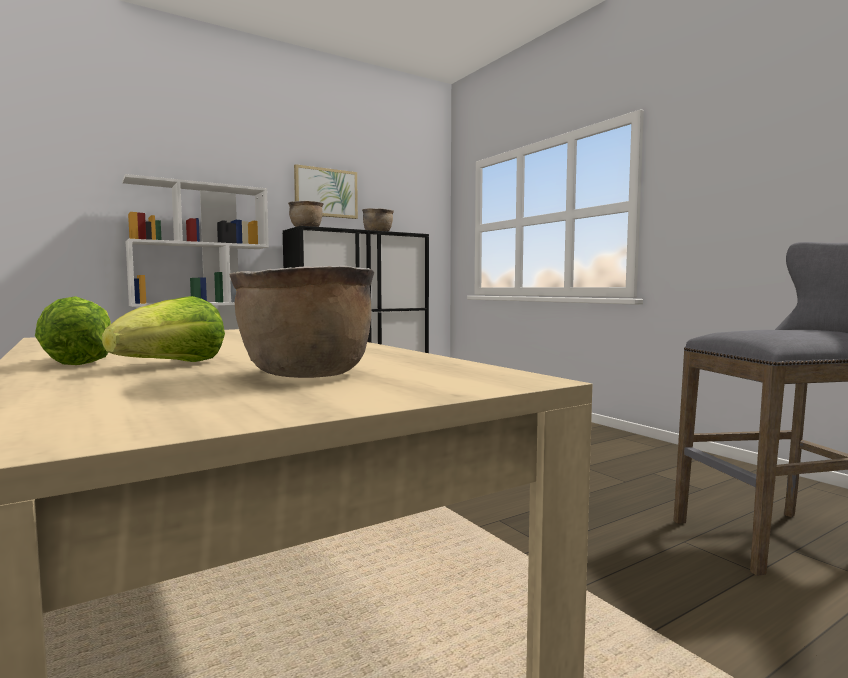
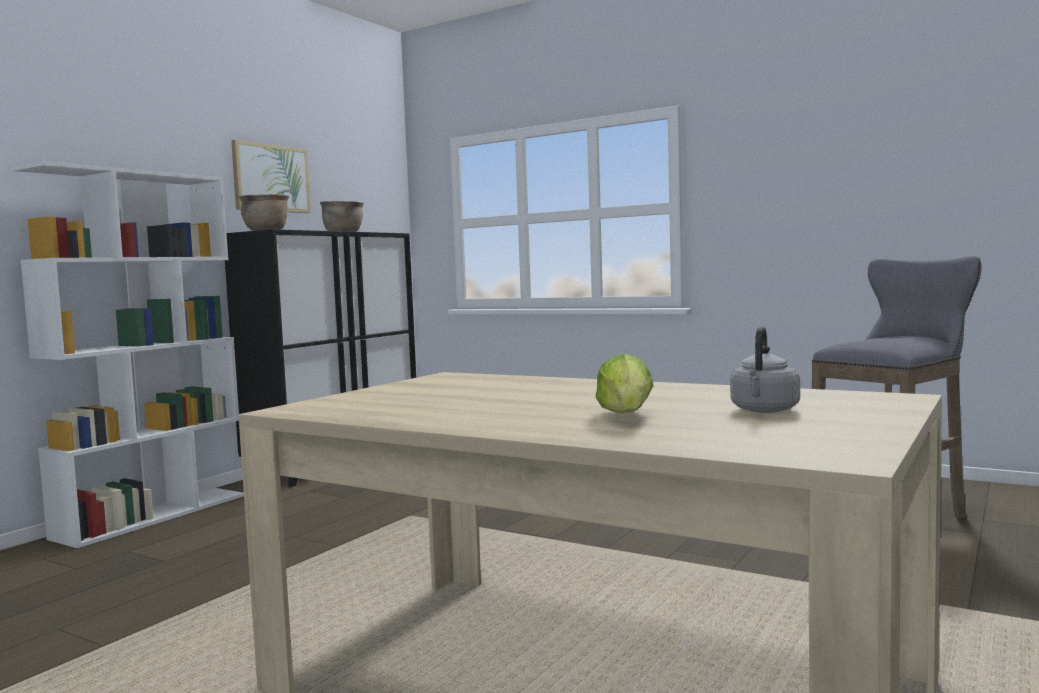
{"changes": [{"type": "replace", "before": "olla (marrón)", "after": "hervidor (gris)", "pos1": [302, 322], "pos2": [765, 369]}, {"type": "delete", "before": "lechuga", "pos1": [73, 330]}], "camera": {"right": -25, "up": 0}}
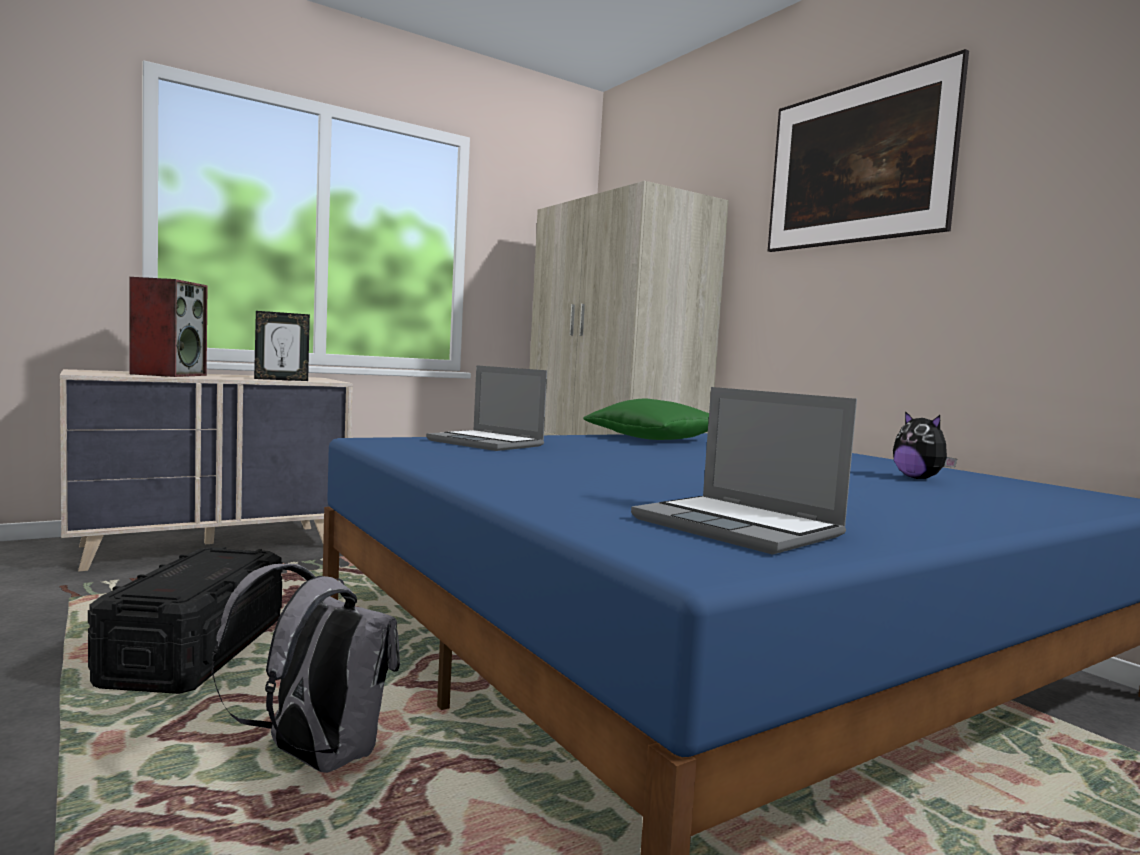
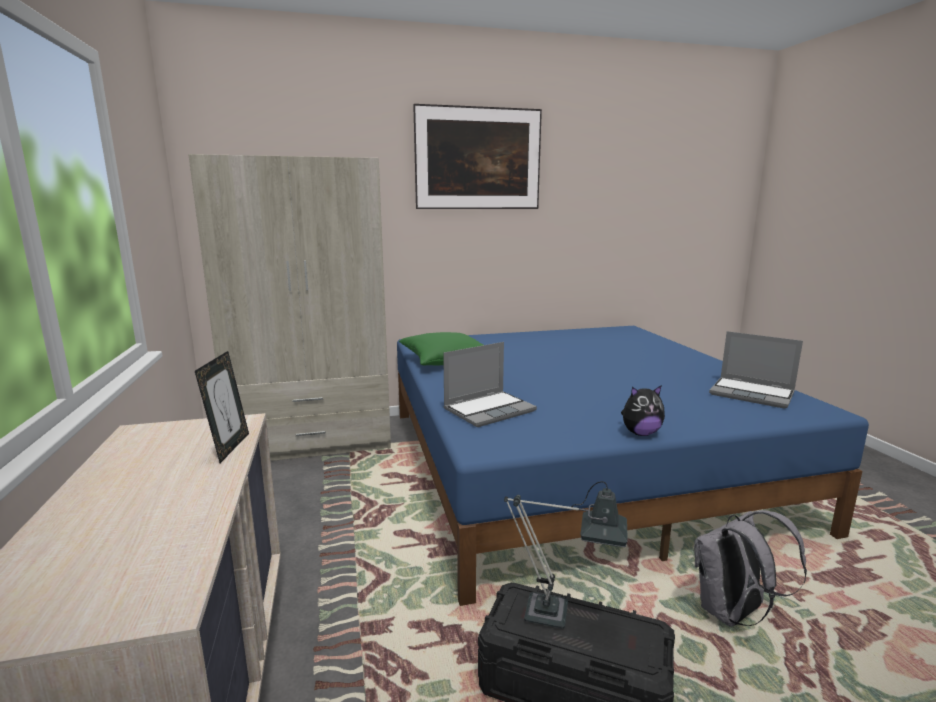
{"changes": [{"type": "insert", "after": "lámpara de mesa", "pos2": [566, 555]}, {"type": "move", "before": "peluche", "pos1": [925, 445], "pos2": [643, 410]}, {"type": "rotate", "before": "portátil", "pos1": [744, 471], "pos2": [756, 370], "turn": 60}, {"type": "delete", "before": "altavoz", "pos1": [168, 327]}], "camera": {"right": -70, "up": 10}}
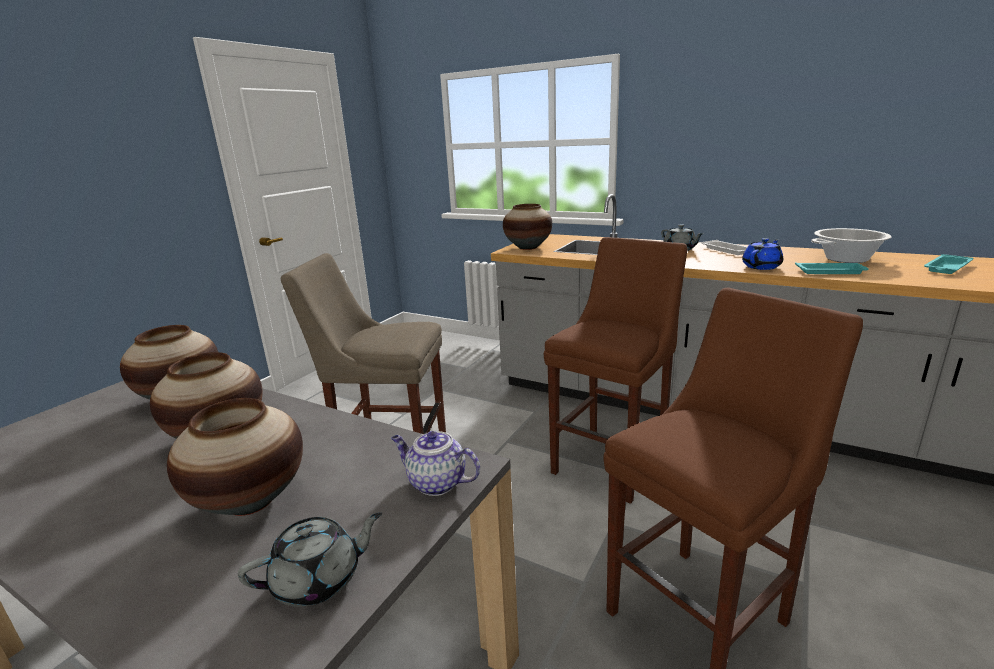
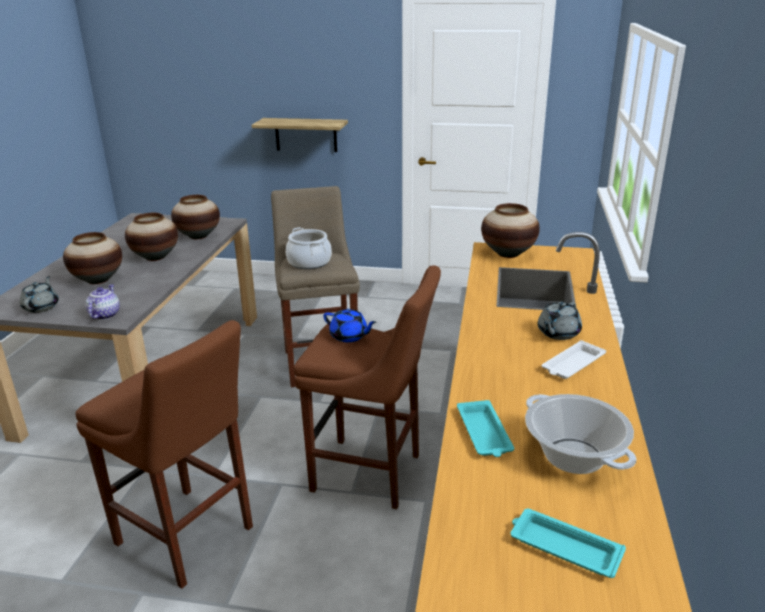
{"changes": [{"type": "rotate", "before": "tetera (gris)", "pos1": [310, 559], "pos2": [39, 294], "turn": -135}, {"type": "insert", "after": "estante", "pos2": [300, 135]}, {"type": "insert", "after": "olla", "pos2": [309, 248]}, {"type": "move", "before": "tetera (azul)", "pos1": [762, 254], "pos2": [350, 325]}], "camera": {"right": 70, "up": 5}}
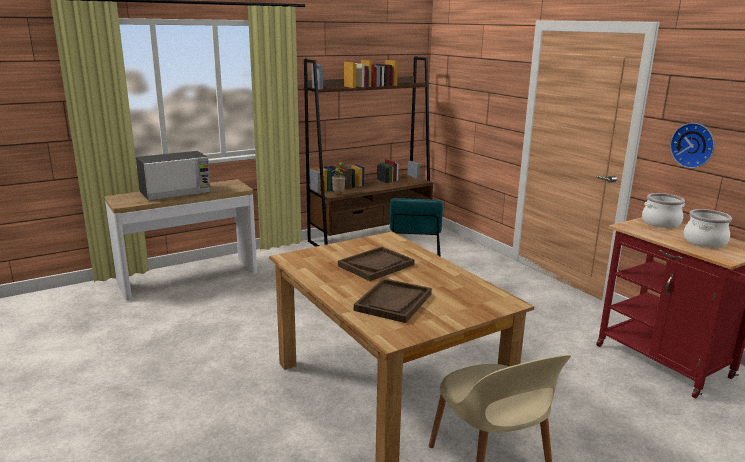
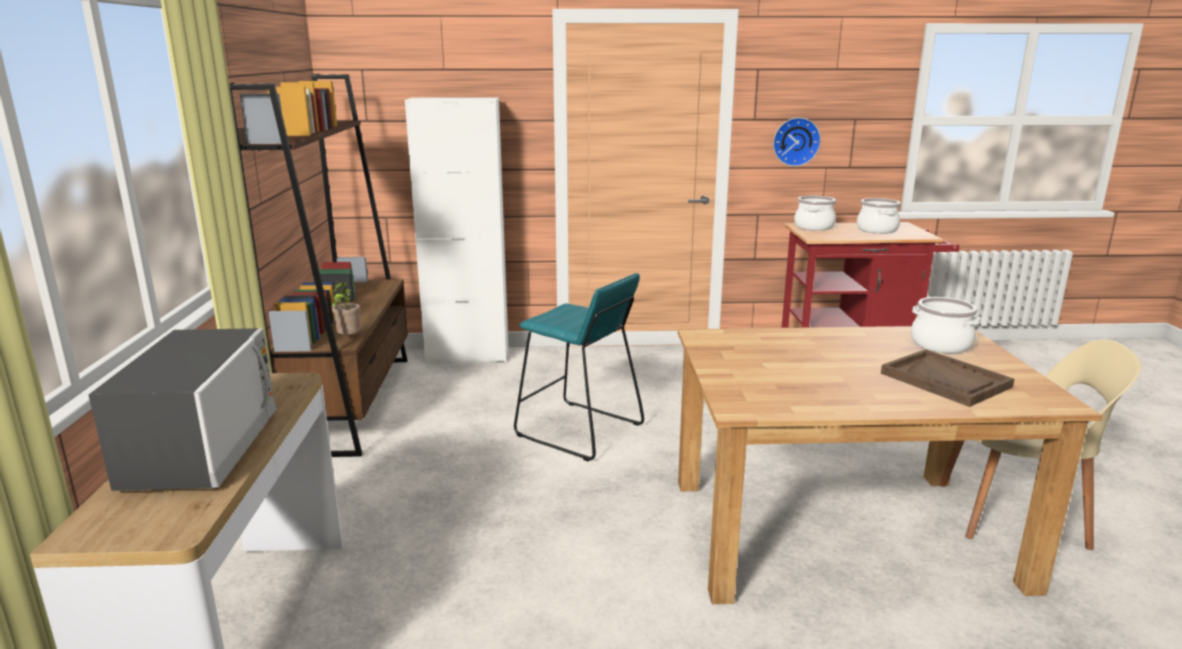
{"changes": [{"type": "insert", "after": "armario (blanco)", "pos2": [456, 230]}, {"type": "insert", "after": "olla", "pos2": [945, 325]}, {"type": "delete", "before": "bandeja (marrón)", "pos1": [376, 264]}], "camera": {"right": -60, "up": 0}}
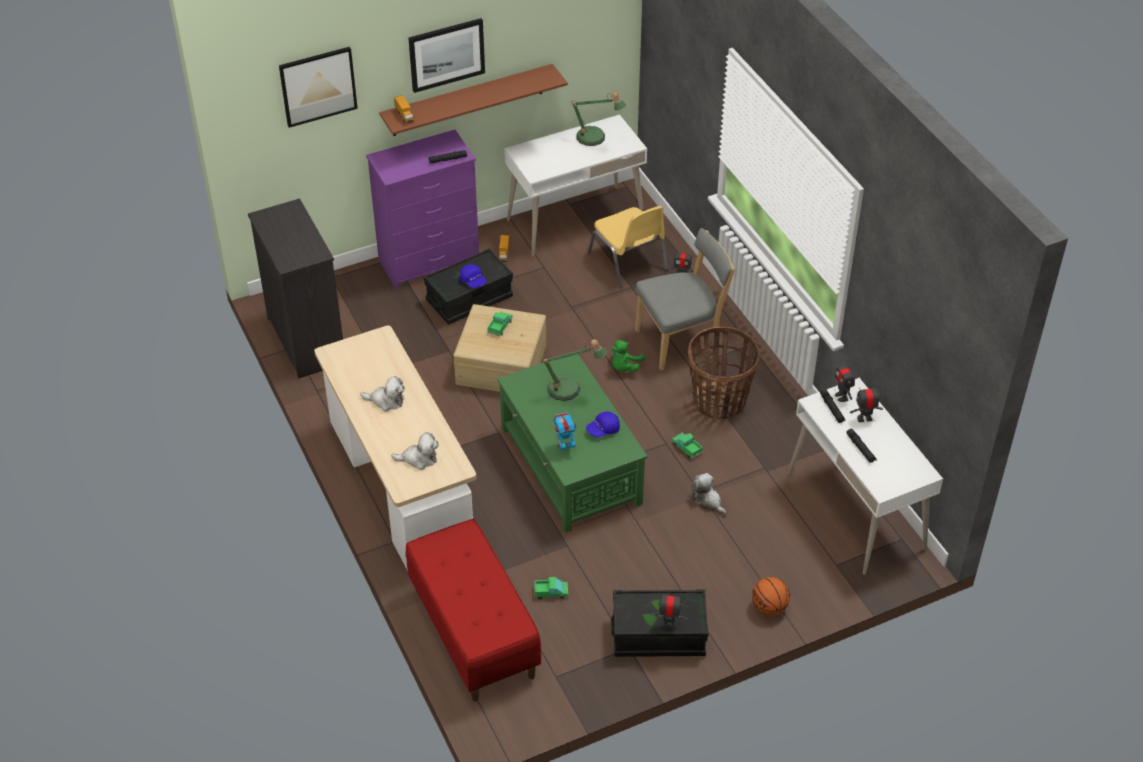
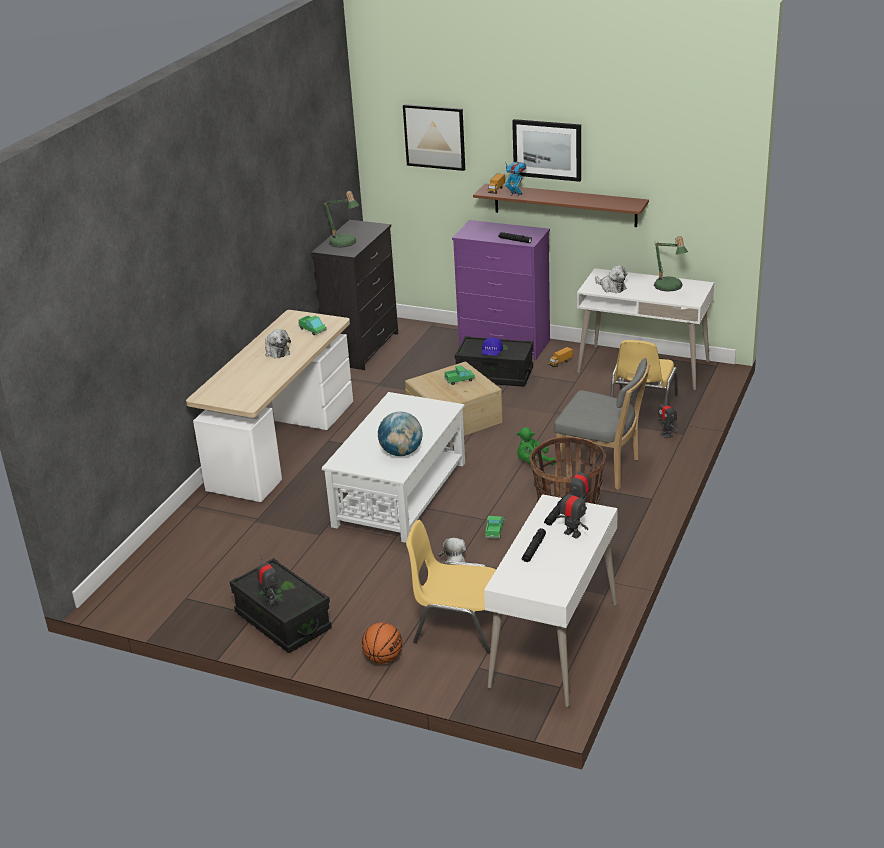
{"changes": [{"type": "move", "before": "camión de juguete", "pos1": [551, 588], "pos2": [313, 325]}, {"type": "recolor", "before": "mesa de centro (verde)", "after": "mesa de centro (blanco)", "pos1": [572, 443], "pos2": [393, 467]}, {"type": "move", "before": "lámpara de mesa", "pos1": [574, 370], "pos2": [341, 219]}, {"type": "replace", "before": "gorra (azul)", "after": "globo terráqueo", "pos1": [603, 424], "pos2": [400, 434]}, {"type": "insert", "after": "silla (amarillo)", "pos2": [451, 587]}, {"type": "move", "before": "robot de juguete", "pos1": [565, 432], "pos2": [515, 179]}, {"type": "move", "before": "peluche", "pos1": [415, 451], "pos2": [611, 279]}, {"type": "delete", "before": "banco (rojo)", "pos1": [473, 610]}], "camera": {"right": 50, "up": -15}}
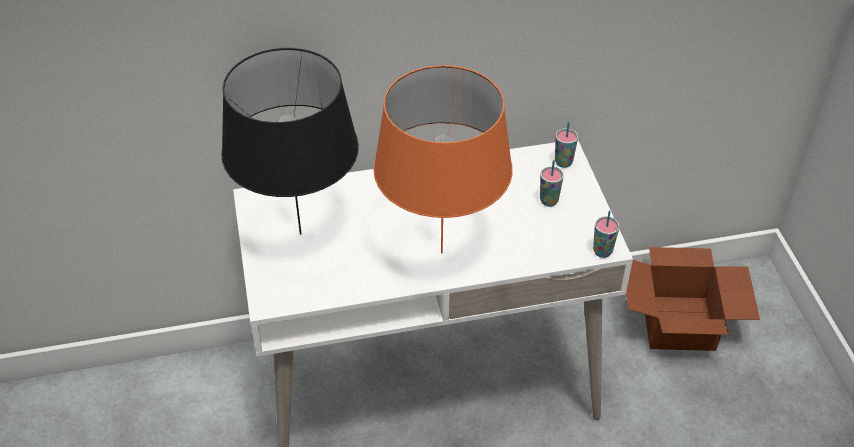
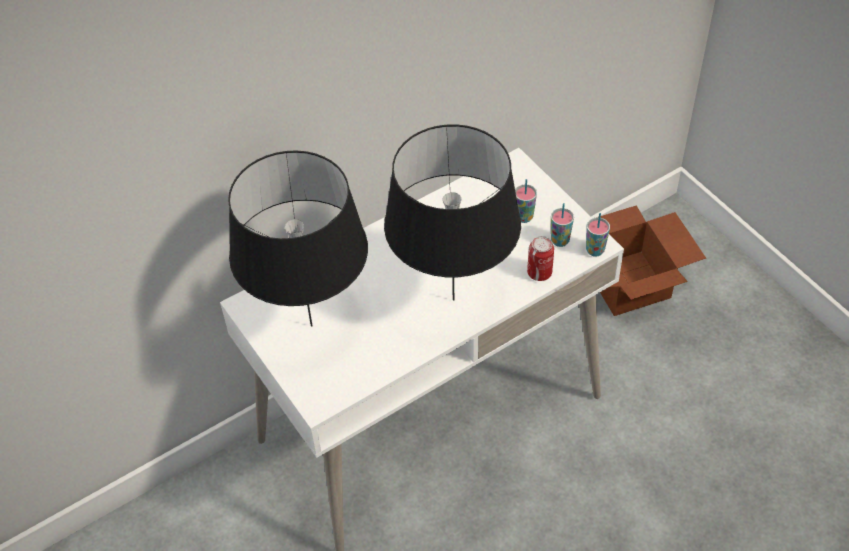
{"changes": [{"type": "recolor", "before": "lámpara de mesa (naranja)", "after": "lámpara de mesa (negro)", "pos1": [443, 159], "pos2": [452, 212]}, {"type": "insert", "after": "lata", "pos2": [540, 258]}, {"type": "move", "before": "taza", "pos1": [566, 144], "pos2": [562, 225]}], "camera": {"right": -20, "up": 5}}
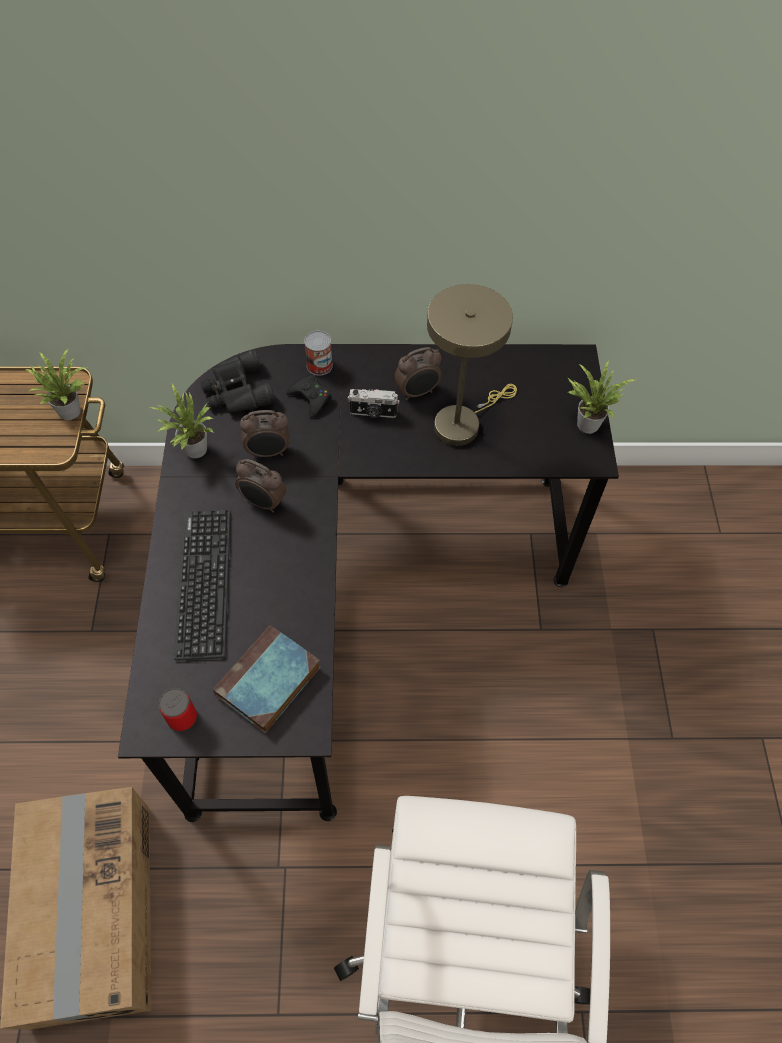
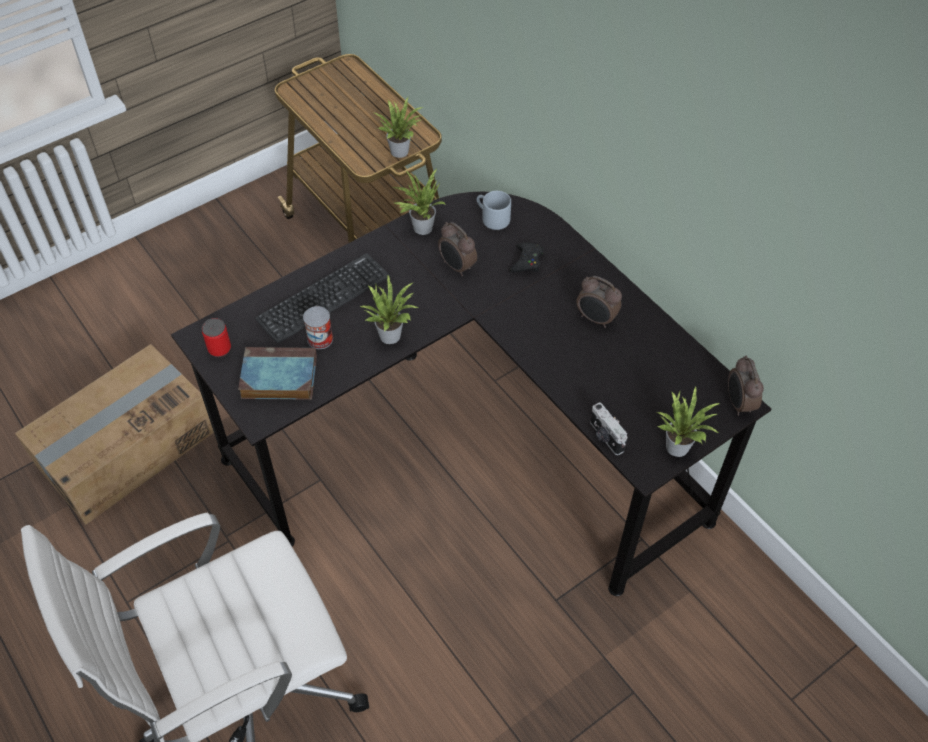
{"changes": [{"type": "move", "before": "lata", "pos1": [318, 353], "pos2": [318, 327]}, {"type": "insert", "after": "planta en maceta", "pos2": [389, 310]}, {"type": "replace", "before": "prismáticos (negro)", "after": "taza grande (gris)", "pos1": [238, 381], "pos2": [494, 210]}, {"type": "move", "before": "cámara", "pos1": [373, 403], "pos2": [608, 428]}, {"type": "move", "before": "despertador", "pos1": [260, 486], "pos2": [746, 386]}, {"type": "delete", "before": "lámpara de mesa (beis)", "pos1": [472, 365]}], "camera": {"right": 55, "up": -5}}
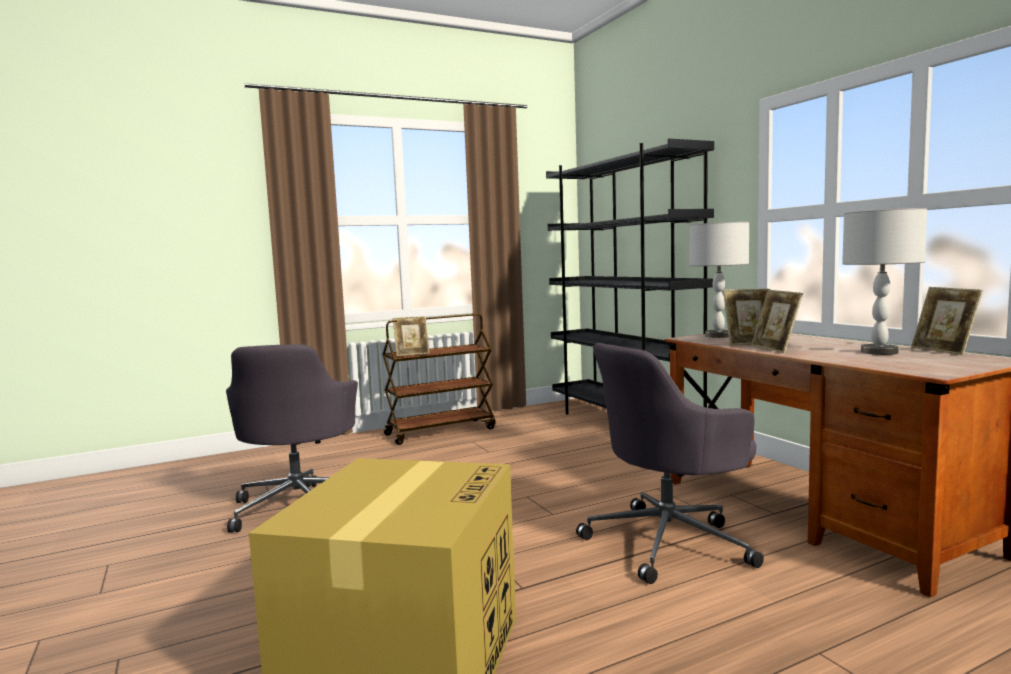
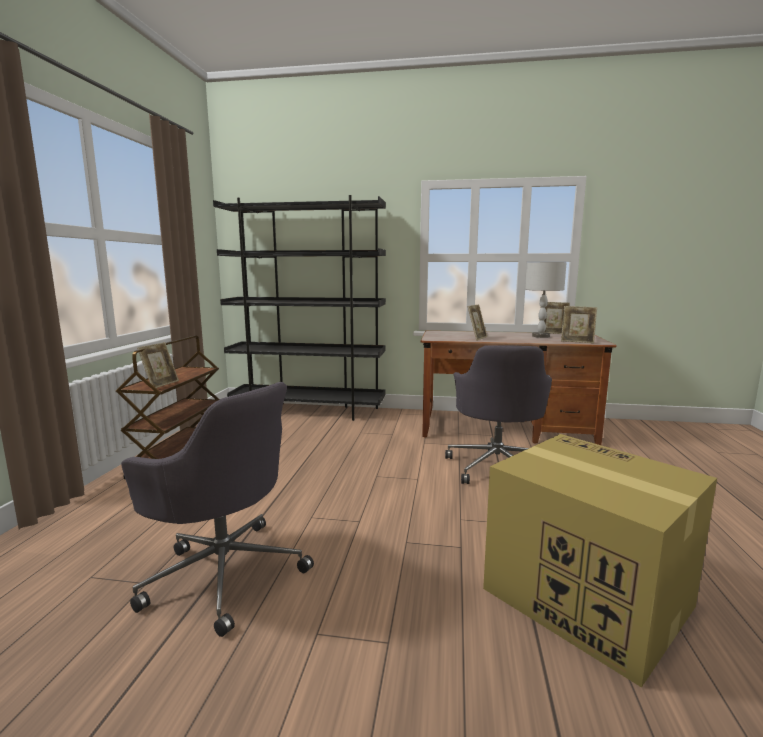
{"changes": [{"type": "move", "before": "portarretratos", "pos1": [777, 321], "pos2": [579, 324]}, {"type": "delete", "before": "lámpara de mesa (gris)", "pos1": [719, 280]}], "camera": {"right": -55, "up": 5}}
